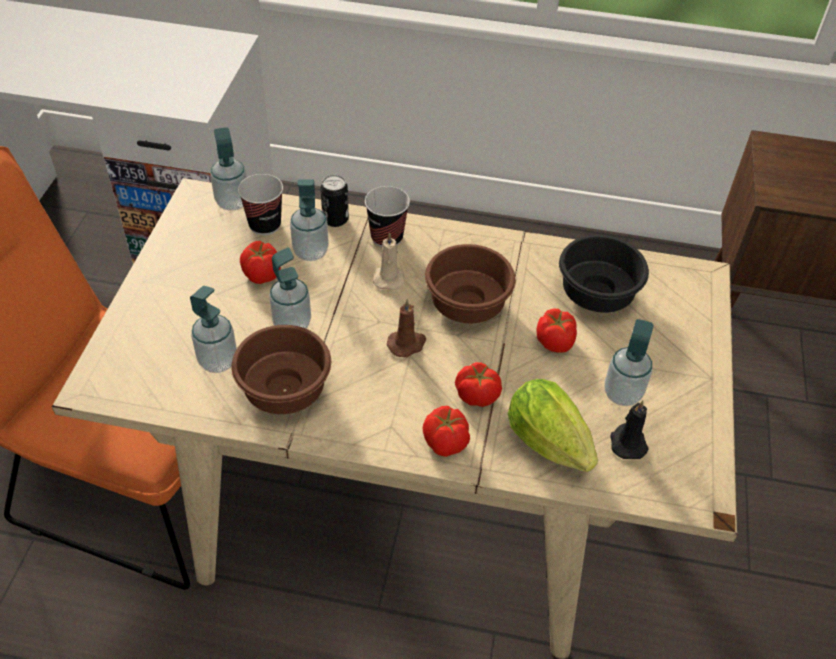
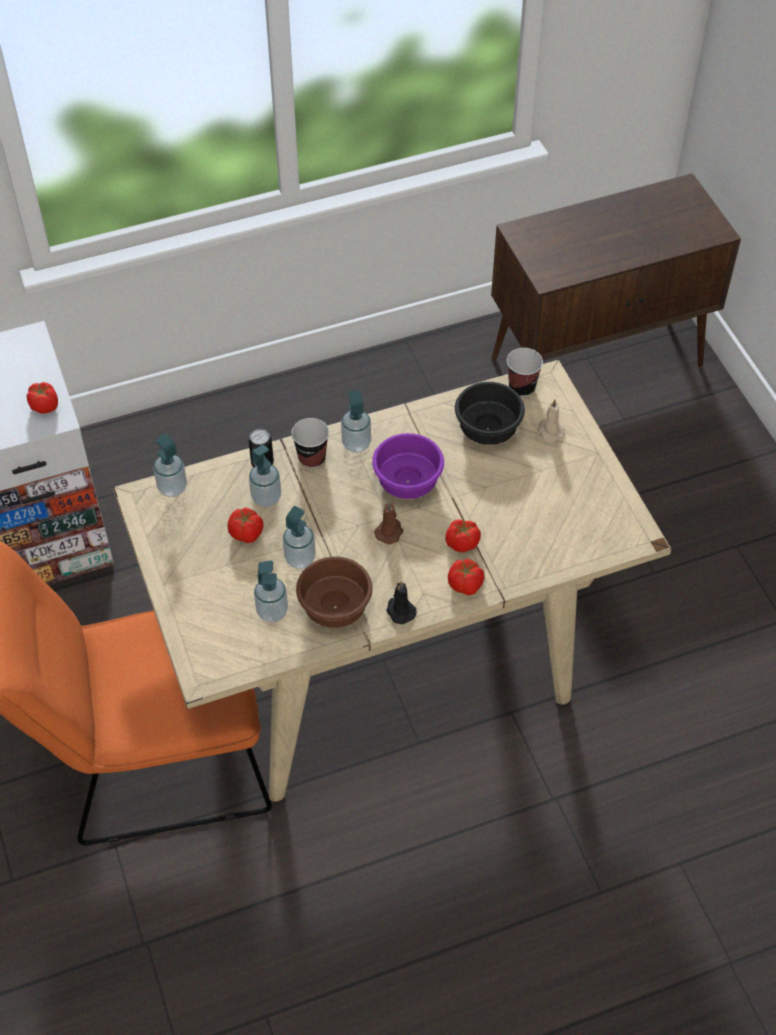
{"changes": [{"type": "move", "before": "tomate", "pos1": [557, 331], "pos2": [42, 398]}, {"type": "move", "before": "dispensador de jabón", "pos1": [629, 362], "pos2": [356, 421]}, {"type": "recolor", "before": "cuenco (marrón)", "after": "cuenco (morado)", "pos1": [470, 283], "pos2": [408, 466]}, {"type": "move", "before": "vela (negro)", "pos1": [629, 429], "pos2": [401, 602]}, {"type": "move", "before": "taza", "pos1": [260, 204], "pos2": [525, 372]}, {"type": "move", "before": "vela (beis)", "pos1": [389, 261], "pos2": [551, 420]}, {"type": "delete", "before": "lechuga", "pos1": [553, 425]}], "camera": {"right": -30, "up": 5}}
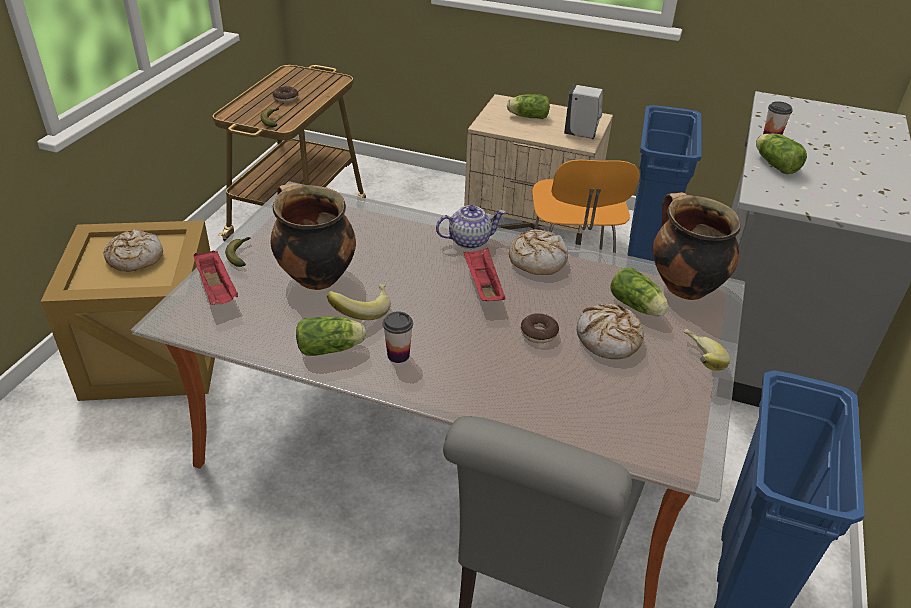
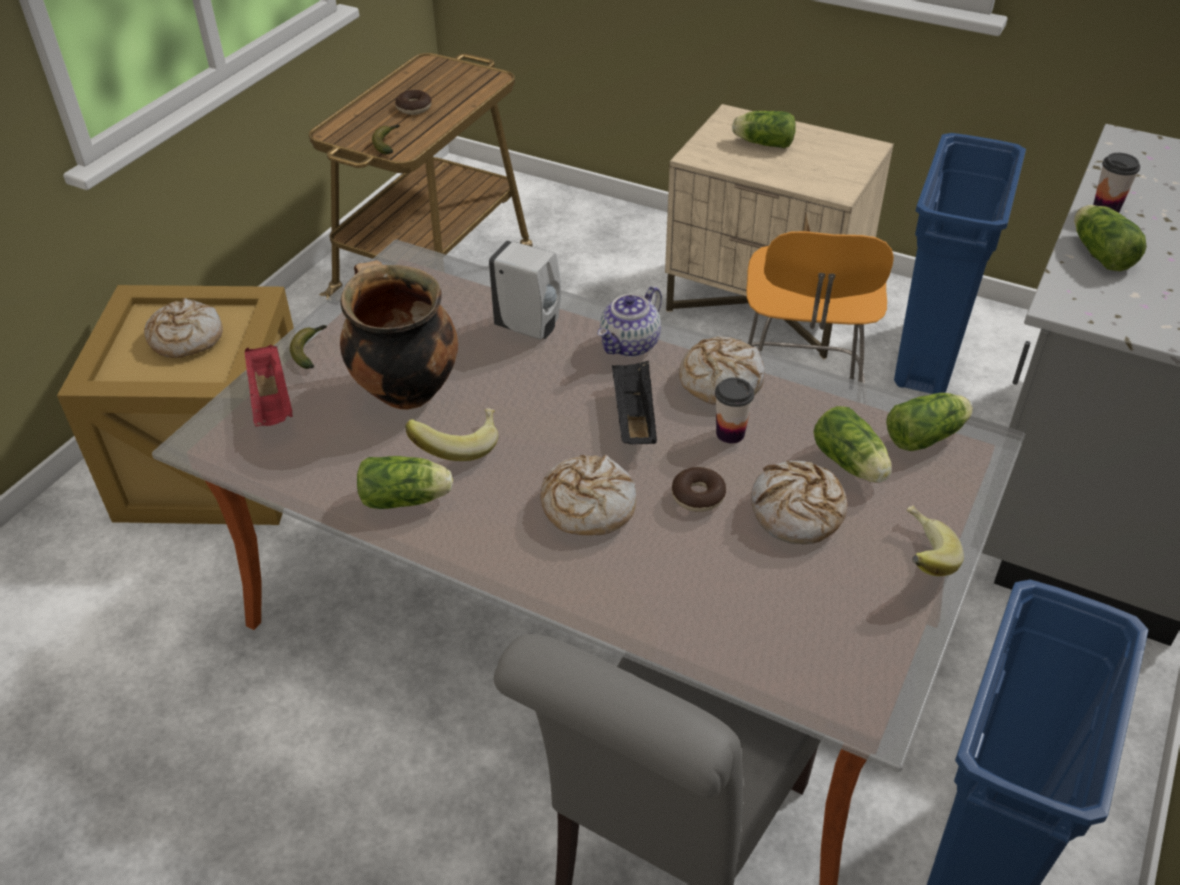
{"changes": [{"type": "move", "before": "dispensador de jabón (blanco)", "pos1": [583, 112], "pos2": [525, 290]}, {"type": "insert", "after": "pan", "pos2": [588, 495]}, {"type": "rotate", "before": "tetera", "pos1": [471, 227], "pos2": [630, 321], "turn": 135}, {"type": "recolor", "before": "bandeja (rojo)", "after": "bandeja (negro)", "pos1": [484, 274], "pos2": [634, 402]}, {"type": "move", "before": "taza", "pos1": [398, 337], "pos2": [734, 410]}, {"type": "replace", "before": "olla", "after": "lechuga", "pos1": [696, 246], "pos2": [929, 422]}], "camera": {"right": 10, "up": 5}}
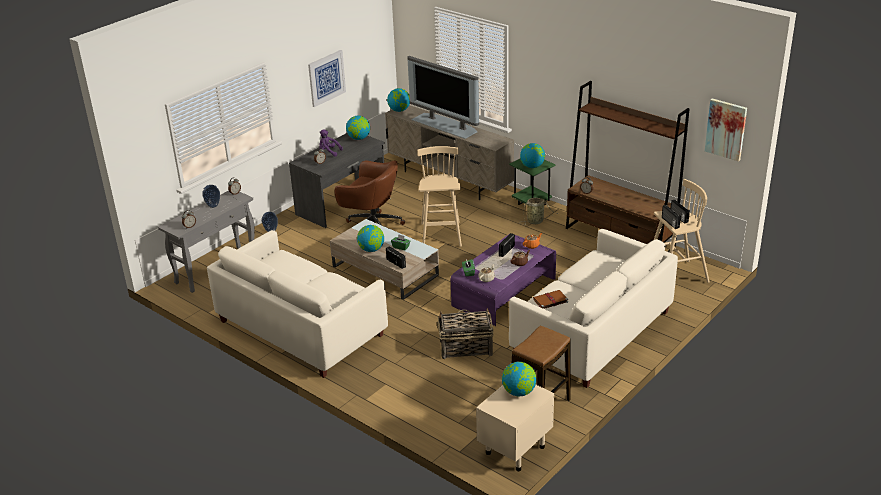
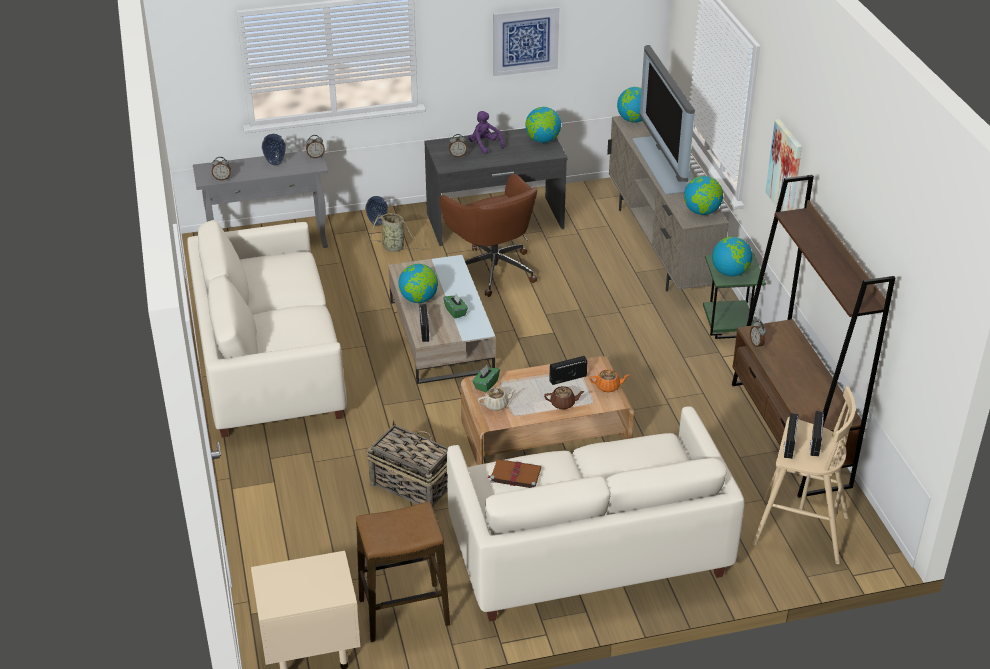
{"changes": [{"type": "move", "before": "cesta", "pos1": [540, 211], "pos2": [397, 232]}, {"type": "recolor", "before": "mesa de centro (morado)", "after": "mesa de centro (marrón)", "pos1": [503, 280], "pos2": [547, 410]}, {"type": "move", "before": "globo terráqueo", "pos1": [519, 379], "pos2": [703, 195]}, {"type": "move", "before": "cuadro", "pos1": [726, 130], "pos2": [783, 165]}, {"type": "delete", "before": "taburete (beis)", "pos1": [439, 196]}], "camera": {"right": 35, "up": 5}}
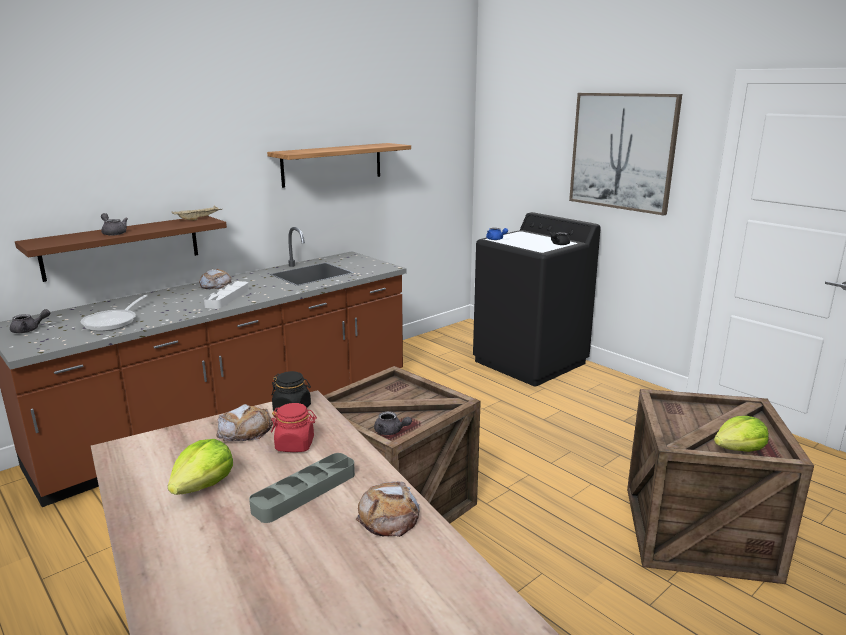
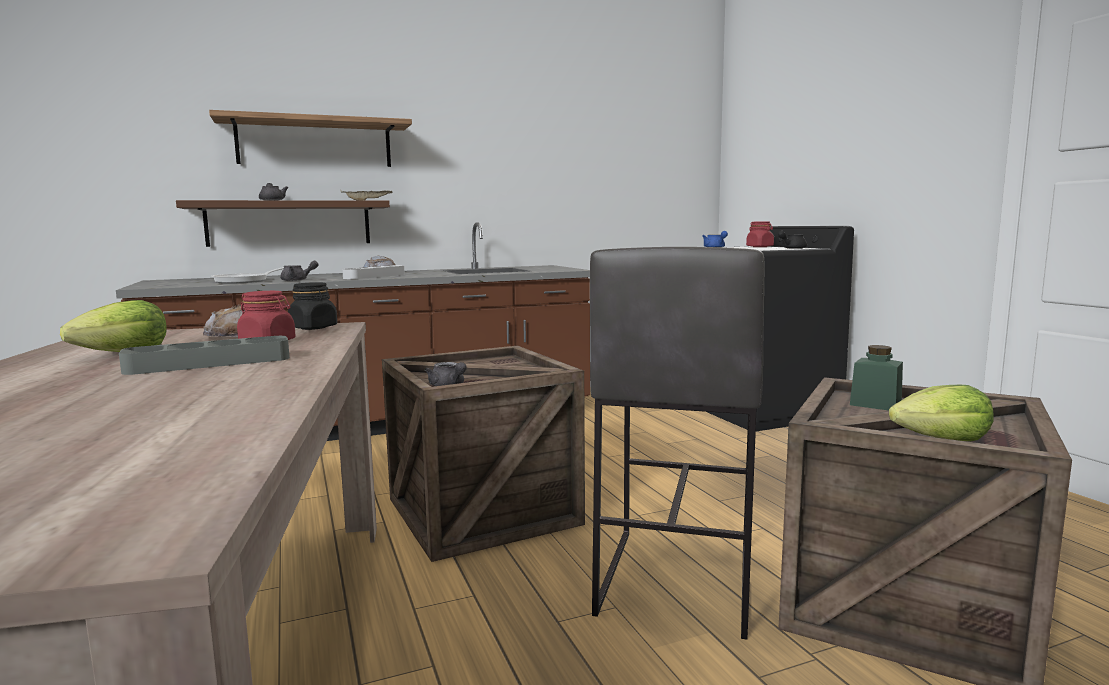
{"changes": [{"type": "move", "before": "estante", "pos1": [339, 165], "pos2": [310, 138]}, {"type": "move", "before": "tetera (gris)", "pos1": [30, 321], "pos2": [299, 271]}, {"type": "insert", "after": "taburete (gris)", "pos2": [677, 443]}, {"type": "insert", "after": "tarro (rojo)", "pos2": [760, 234]}, {"type": "insert", "after": "tarro (verde)", "pos2": [876, 378]}, {"type": "delete", "before": "pan", "pos1": [387, 509]}, {"type": "delete", "before": "cuadro", "pos1": [625, 154]}], "camera": {"right": 20, "up": -10}}
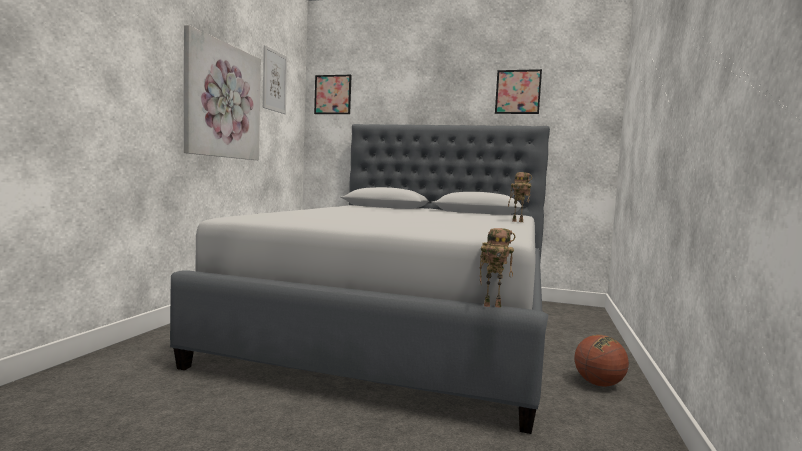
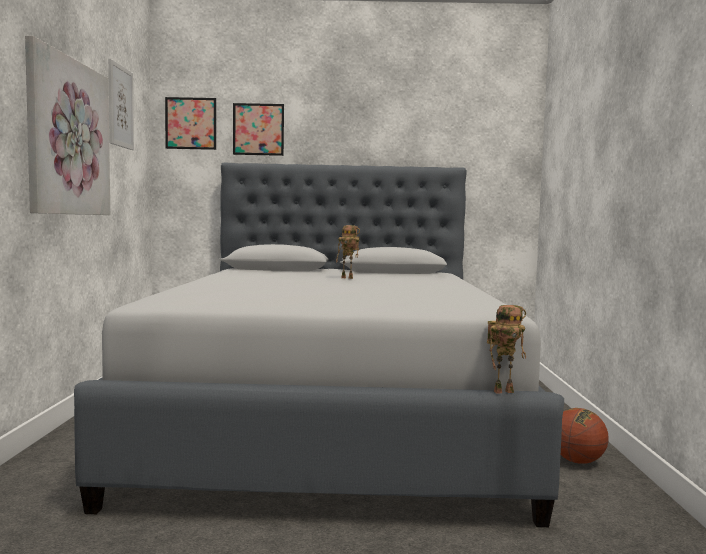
{"changes": [{"type": "move", "before": "cuadro", "pos1": [518, 91], "pos2": [258, 129]}, {"type": "move", "before": "robot de juguete", "pos1": [520, 197], "pos2": [348, 252]}], "camera": {"right": -15, "up": 0}}
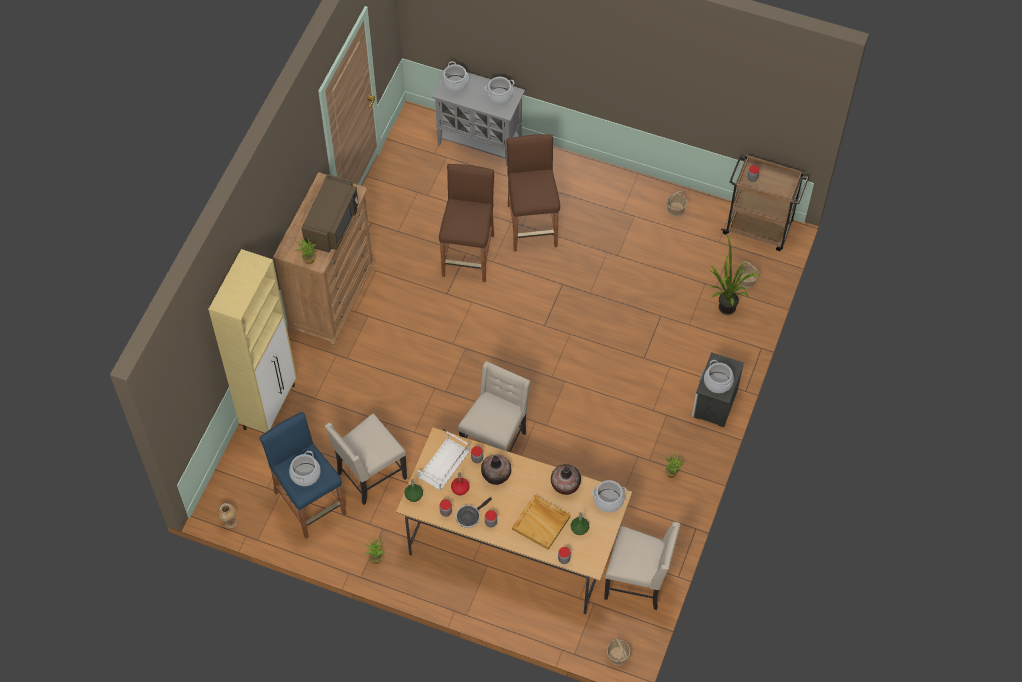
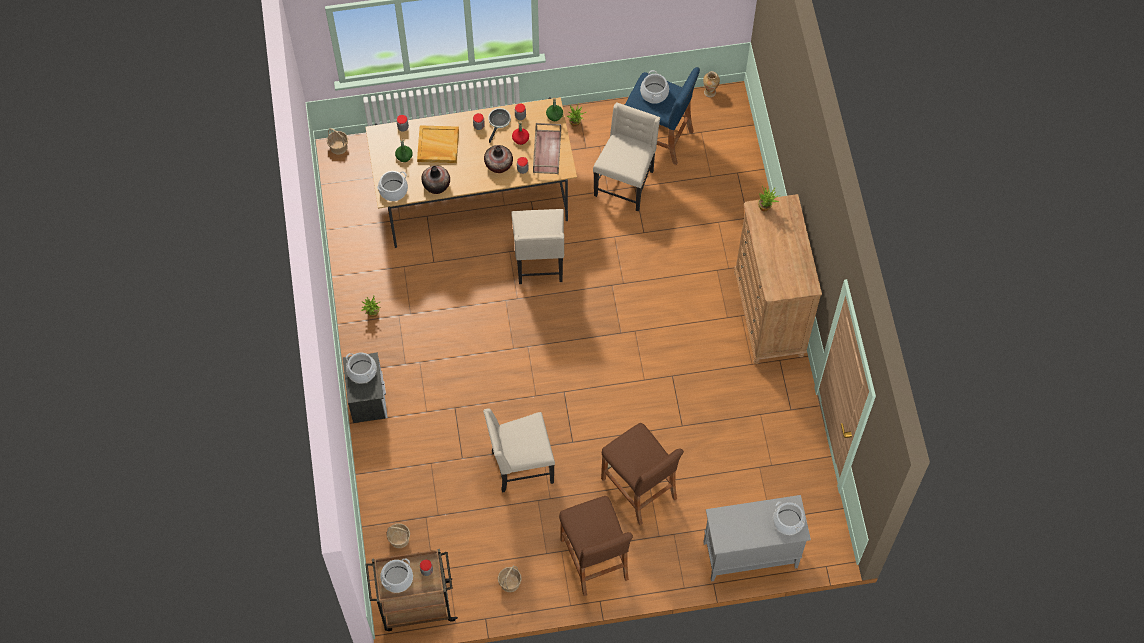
{"changes": [{"type": "move", "before": "olla", "pos1": [499, 91], "pos2": [396, 575]}, {"type": "move", "before": "silla (beis)", "pos1": [642, 566], "pos2": [519, 450]}, {"type": "recolor", "before": "bandeja (blanco)", "after": "bandeja (marrón)", "pos1": [444, 461], "pos2": [547, 148]}, {"type": "move", "before": "taburete (marrón)", "pos1": [466, 223], "pos2": [596, 546]}, {"type": "delete", "before": "armario (beis)", "pos1": [252, 341]}, {"type": "delete", "before": "microondas (marrón)", "pos1": [330, 213]}, {"type": "delete", "before": "planta en maceta", "pos1": [734, 274]}], "camera": {"right": 150, "up": 5}}
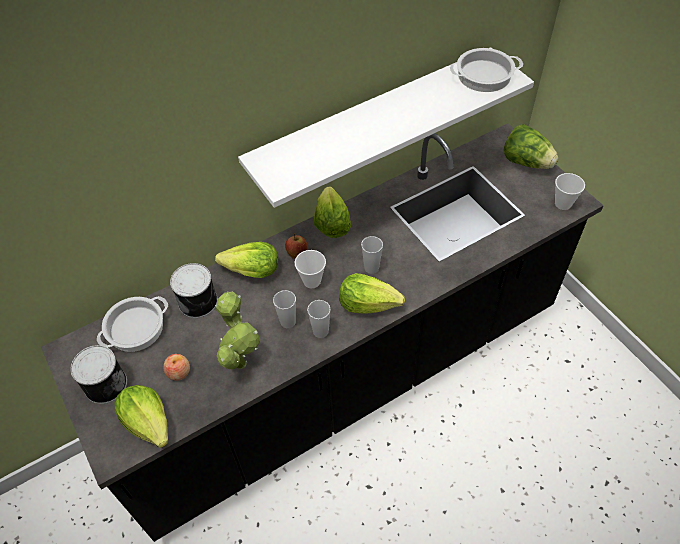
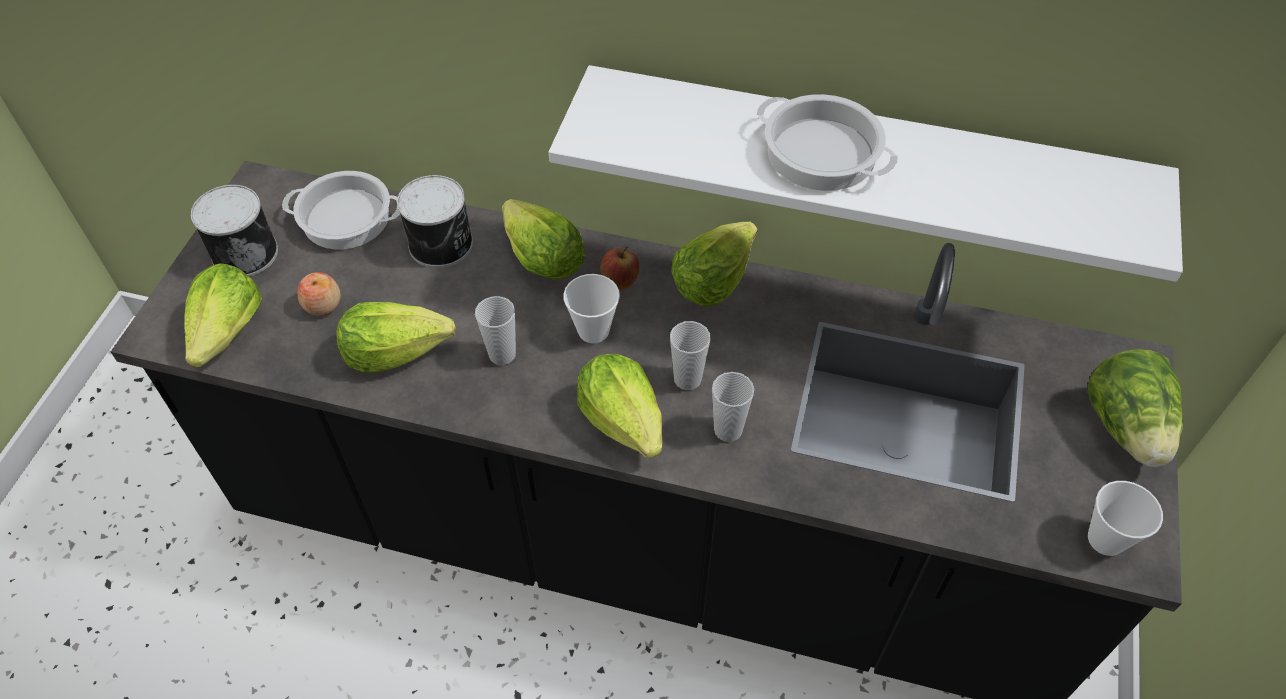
{"changes": [{"type": "replace", "before": "planta en maceta", "after": "lechuga", "pos1": [237, 330], "pos2": [396, 337]}, {"type": "move", "before": "taza", "pos1": [319, 319], "pos2": [733, 407]}, {"type": "move", "before": "olla", "pos1": [486, 70], "pos2": [827, 142]}], "camera": {"right": 45, "up": 0}}
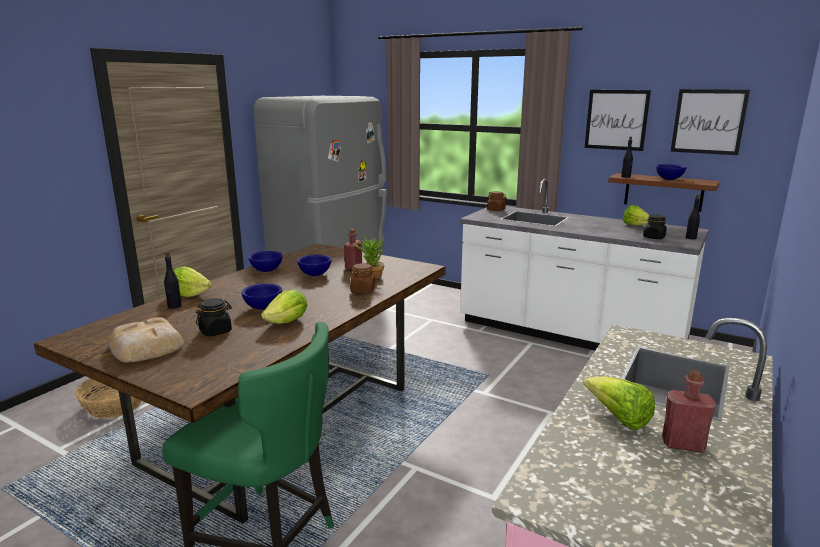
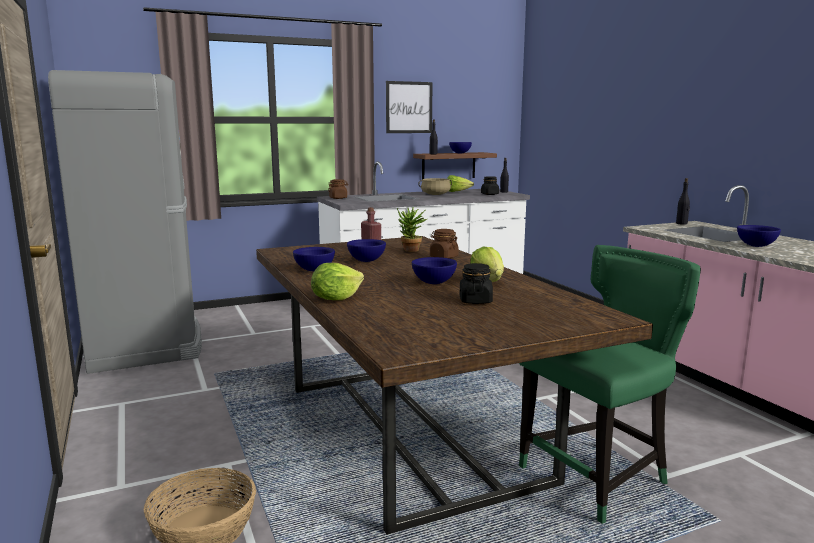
{"changes": [{"type": "insert", "after": "olla (beis)", "pos2": [435, 186]}, {"type": "move", "before": "botella (negro)", "pos1": [173, 280], "pos2": [683, 201]}, {"type": "replace", "before": "lechuga", "after": "cuenco (azul)", "pos1": [619, 403], "pos2": [759, 236]}, {"type": "delete", "before": "pan", "pos1": [147, 340]}, {"type": "delete", "before": "botella (rojo)", "pos1": [689, 411]}, {"type": "delete", "before": "cuadro", "pos1": [710, 122]}], "camera": {"right": -55, "up": -5}}
